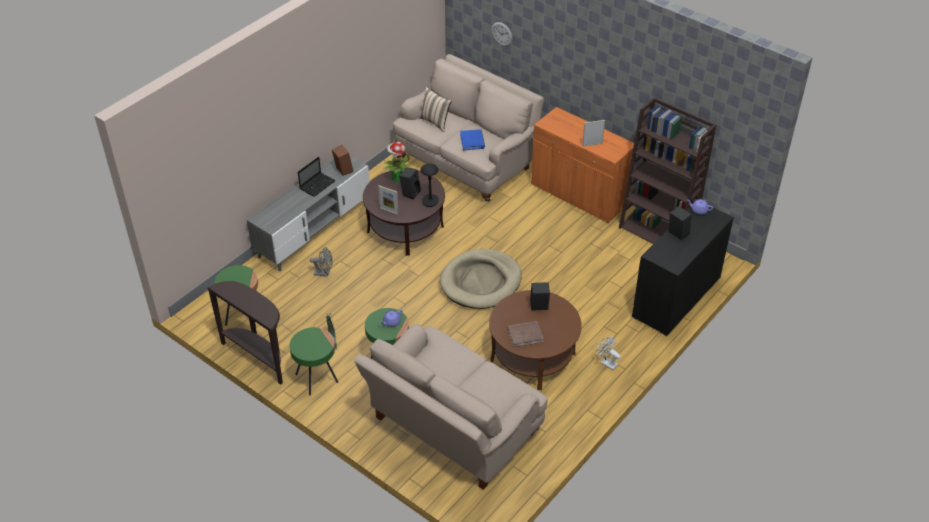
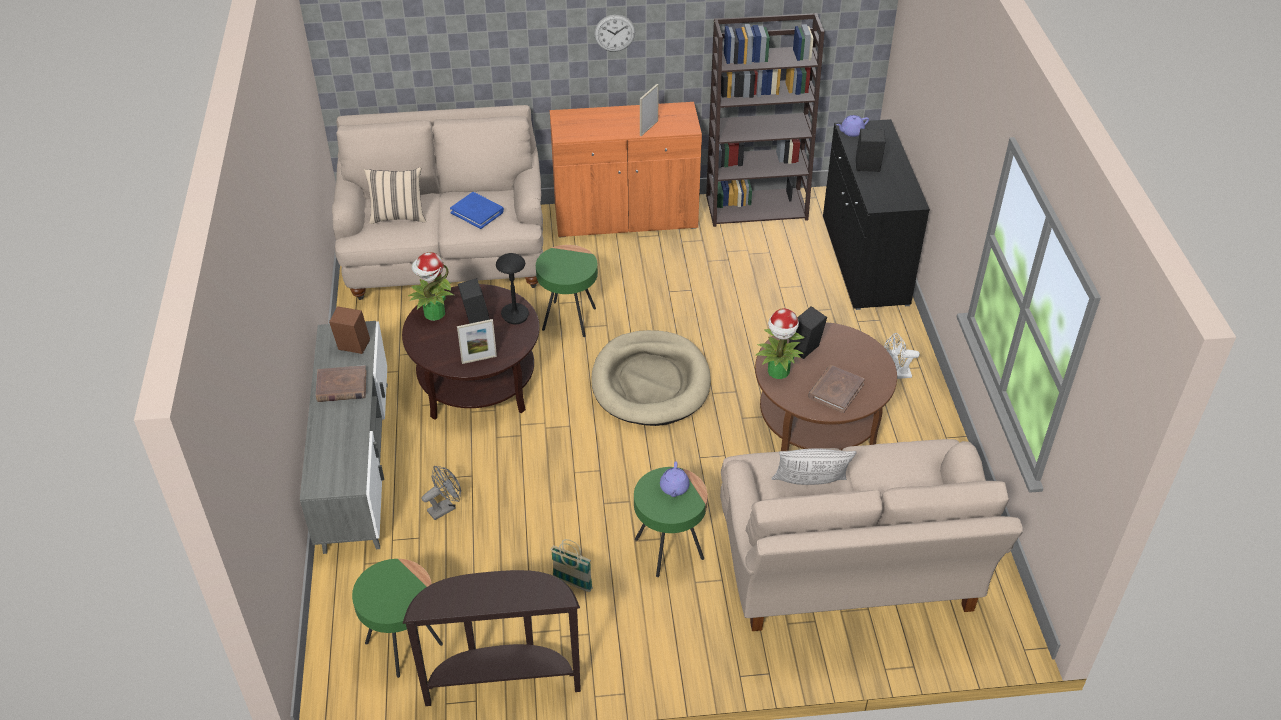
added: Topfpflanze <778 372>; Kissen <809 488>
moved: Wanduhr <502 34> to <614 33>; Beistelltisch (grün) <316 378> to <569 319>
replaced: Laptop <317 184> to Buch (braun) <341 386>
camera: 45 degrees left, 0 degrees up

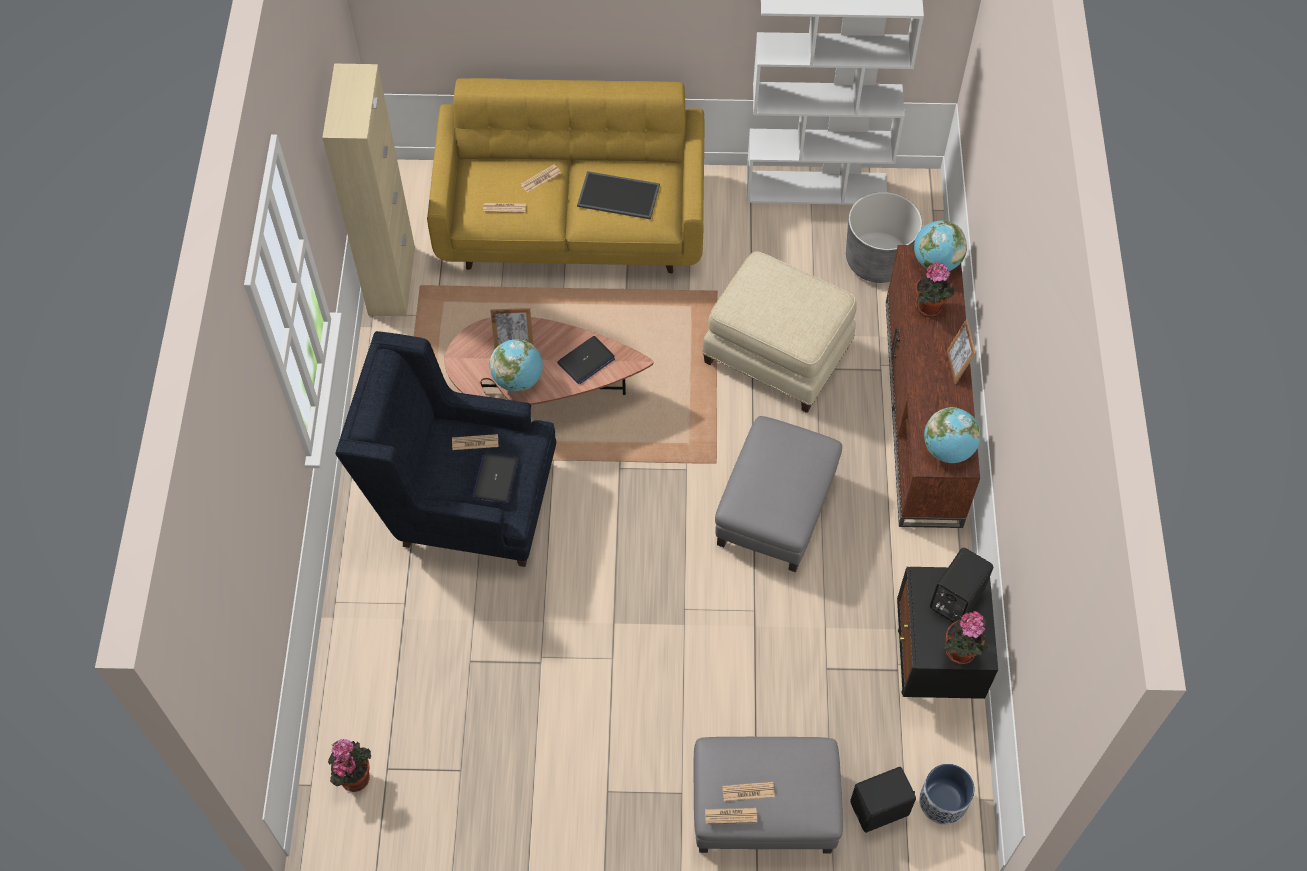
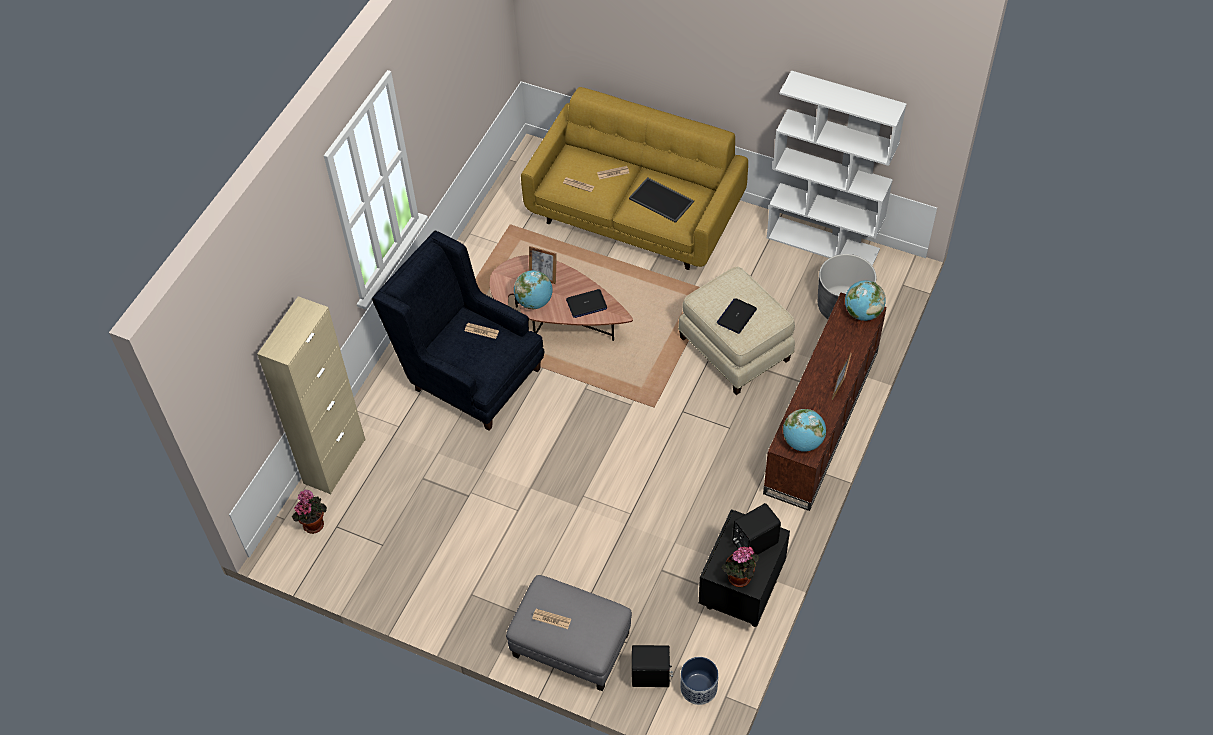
removed: Topfpflanze <930 308>; Polsterhocker (grau) <776 509>; Zeitung <731 816>
moved: Schrank (beige) <392 281> to <334 461>; Laptop <495 479> to <736 316>
camera: 25 degrees right, 5 degrees down

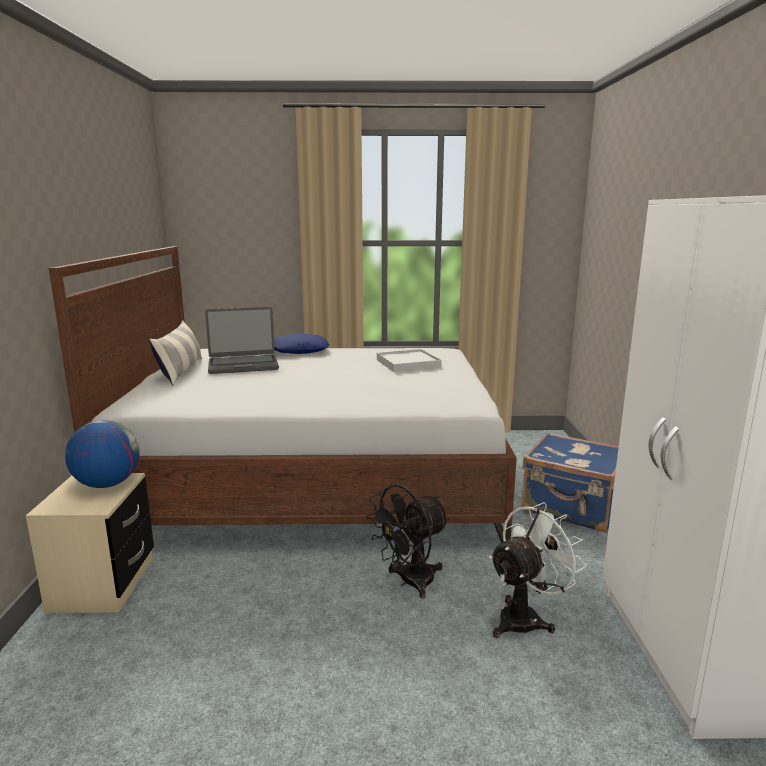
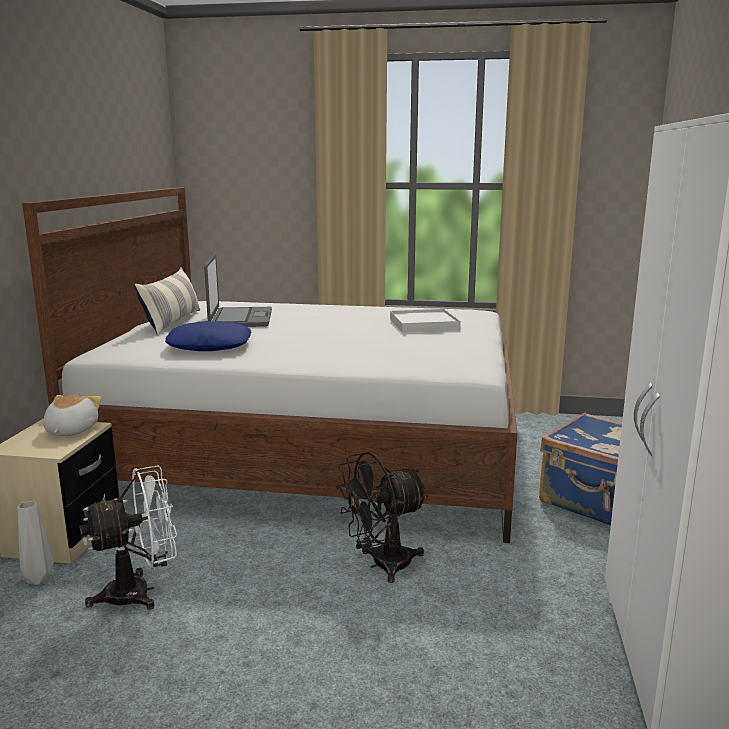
added: Vase (grau) <39 580>
moved: Kissen (blau) <300 351> to <210 346>; Ventilator (weiß) <526 617> to <140 592>
replaced: Globus <107 484> to Plüschtier <70 431>
turned: Laptop <243 365> = <240 319> 90 degrees counterclockwise
camera: 10 degrees right, 0 degrees up

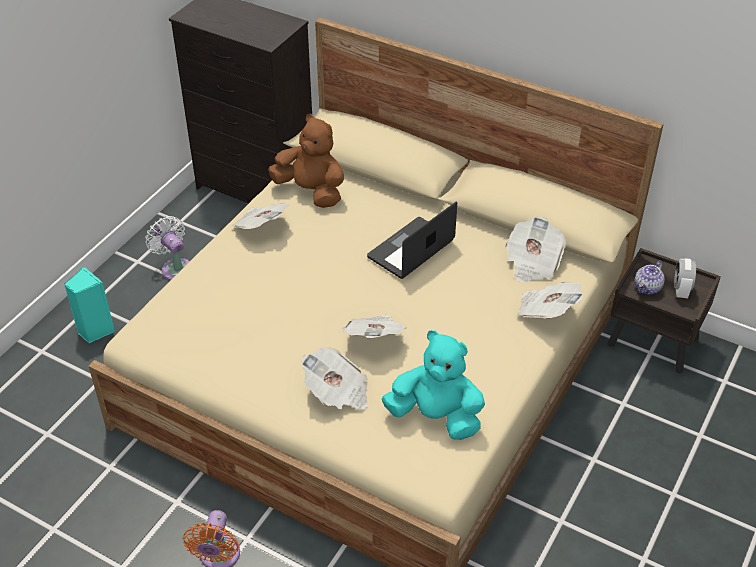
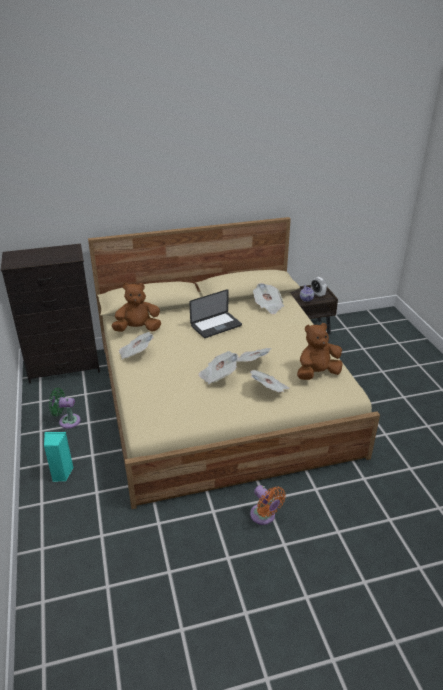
moved: Zeitung <546 311> to <218 376>
recoloured: Ventilator (weiß) <175 268> to Ventilator (grün) <67 421>; Plüschtier (türkis) <436 417> to Plüschtier (braun) <317 373>
turned: Laptop <411 249> = <216 326> 120 degrees counterclockwise
camera: 45 degrees left, 10 degrees down

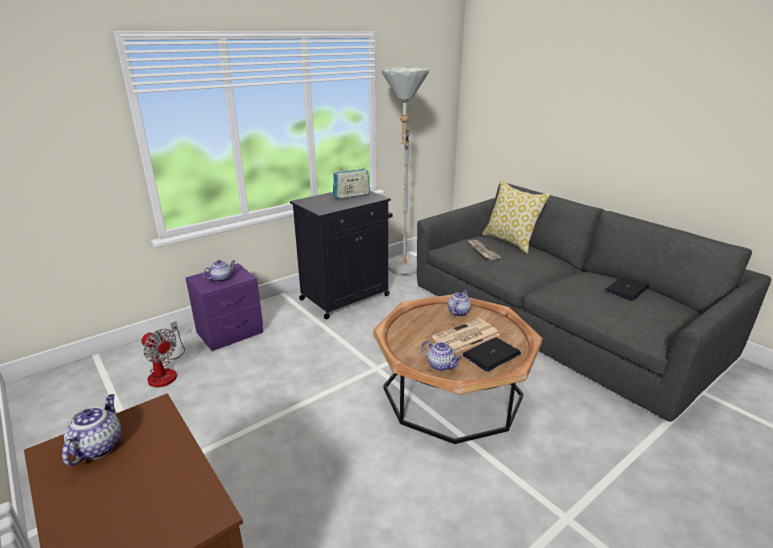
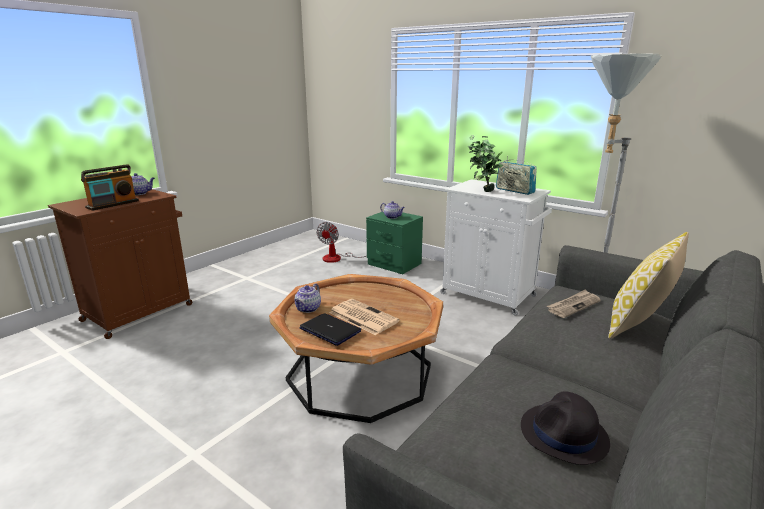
removed: Teekanne <458 312>
added: Topfpflanze <481 191>; Radio <113 204>
replaced: Laptop <626 289> to Hut (schwarz) <564 435>
recoloured: Schrank (schwarz) <346 297> to Schrank (weiß) <490 295>; Nachttisch (lila) <230 332> to Nachttisch (grün) <394 264>
camera: 75 degrees right, 5 degrees down

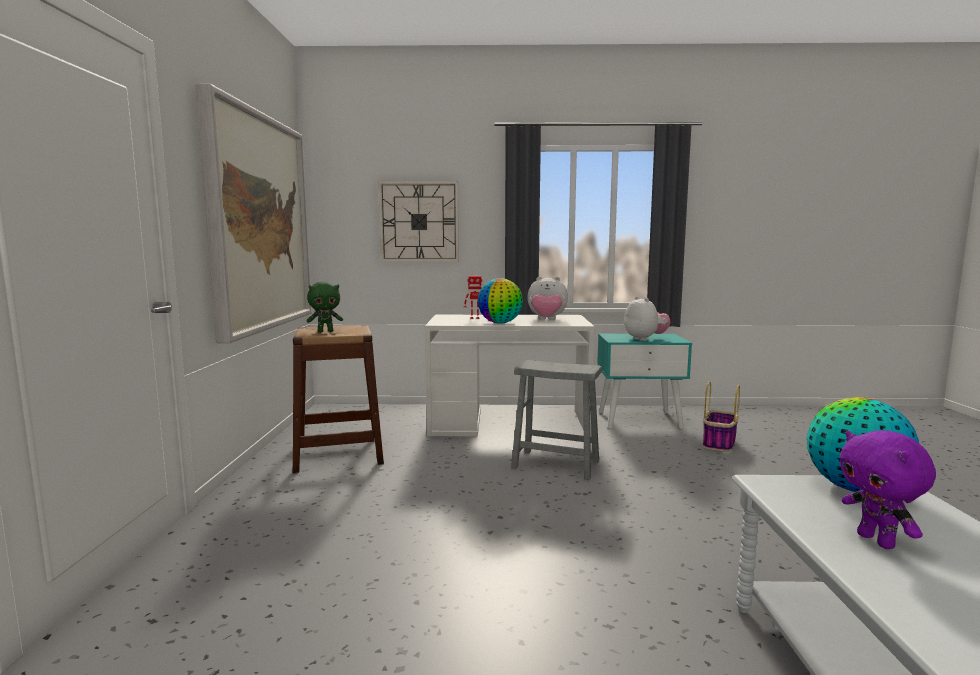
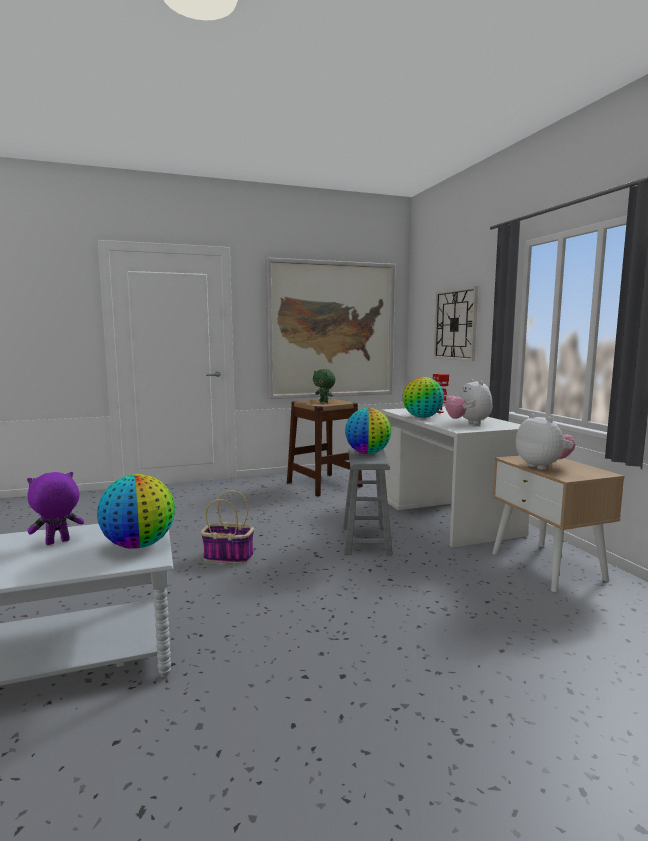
added: Globus <368 453>
moved: Korb <719 443> to <227 557>
recoloured: Nachttisch (türkis) <639 419> to Nachttisch (beige) <548 566>
turned: Plüschtier <645 339> = <543 466> 75 degrees counterclockwise
camera: 70 degrees right, 0 degrees up

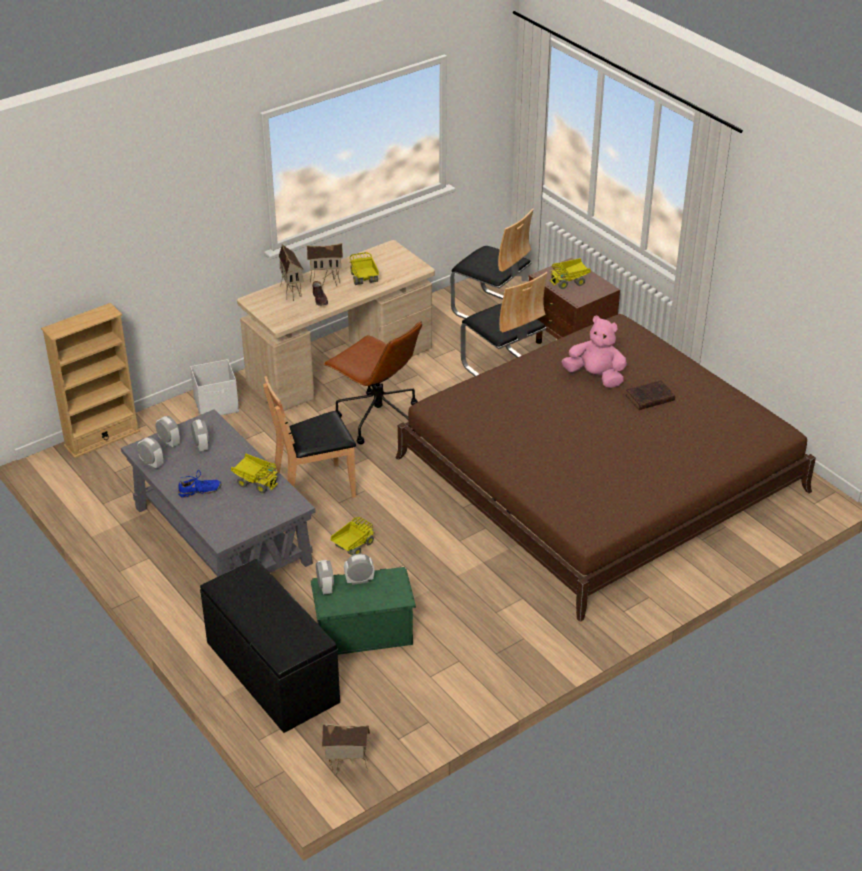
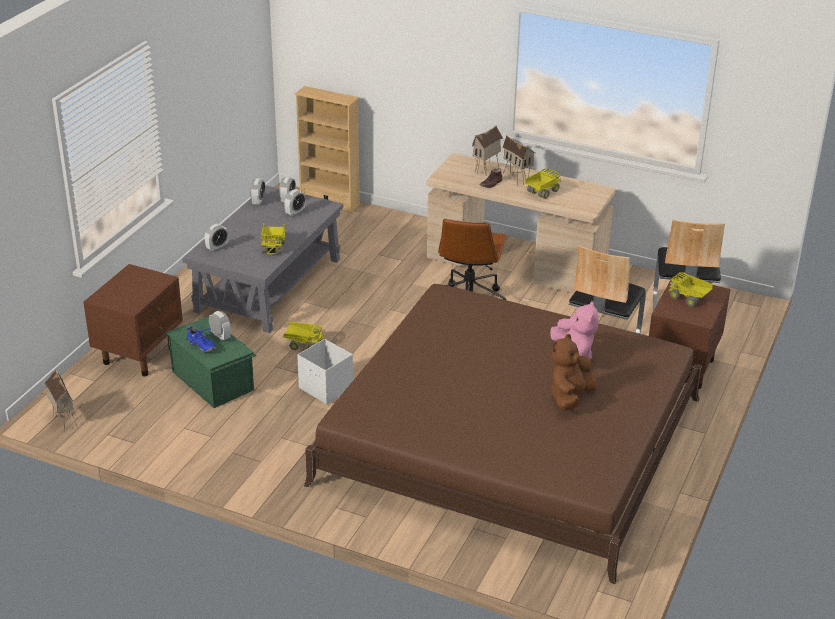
removed: Stuhl (braun) <315 489>
moved: Aufbewahrungsbox (weiß) <217 405> to <326 388>; Schuh (blau) <199 491> to <201 345>; Wecker <325 587> to <217 248>
replaced: Buch (braun) <648 398> to Plüschtier (braun) <570 398>; Bank (schwarz) <271 672> to Nachttisch (braun) <140 355>
camera: 60 degrees right, 5 degrees down

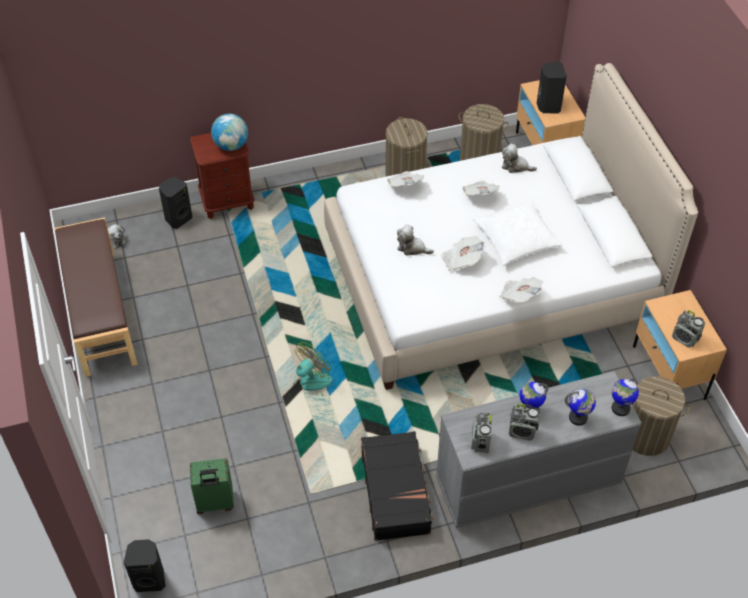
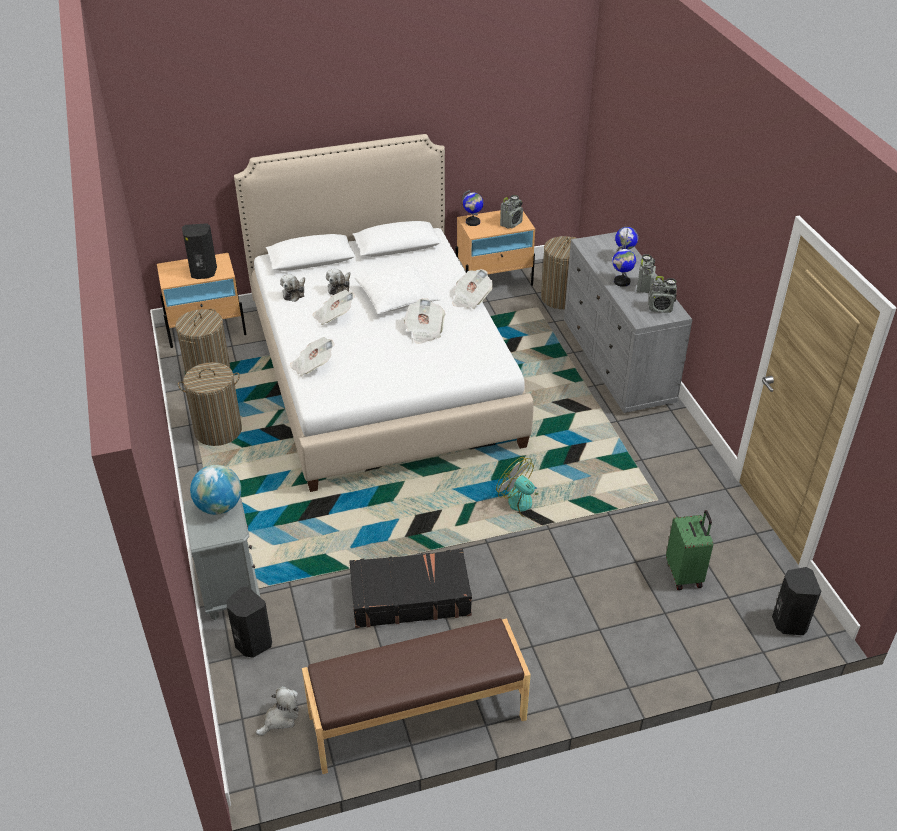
moved: Plüschtier <412 248> to <339 288>; Globus <620 408> to <473 222>; Koffer (schwarz) <396 491> to <409 597>
recoloured: Nachttisch (braun) <227 202> to Nachttisch (grau) <230 591>
camera: 90 degrees left, 10 degrees down

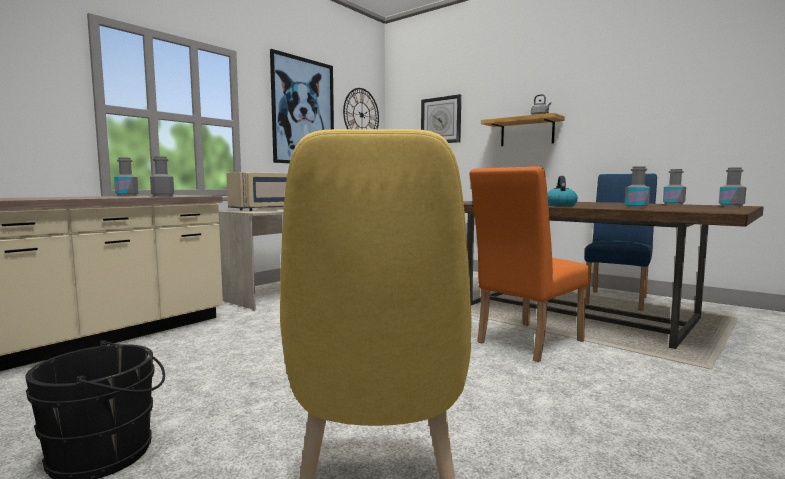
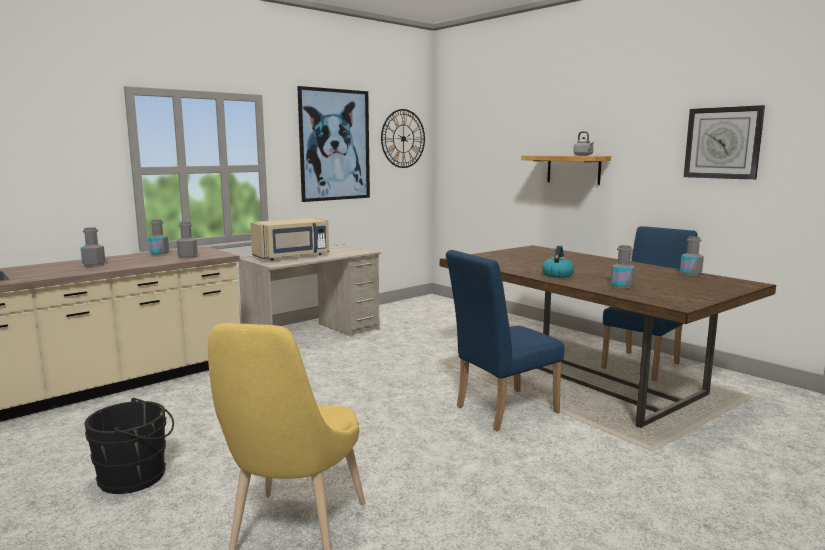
moved: Wanduhr <441 120> to <723 143>; Flasche (grau) <731 206> to <94 265>
recoloured: Stuhl (orange) <525 343> to Stuhl (blau) <500 410>
camera: 10 degrees right, 5 degrees up

